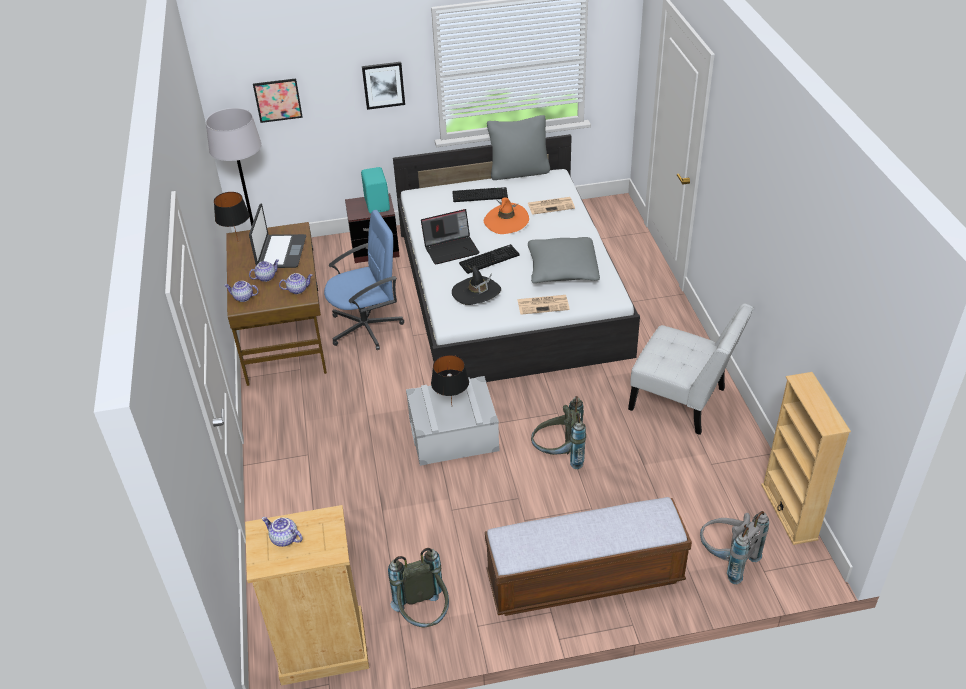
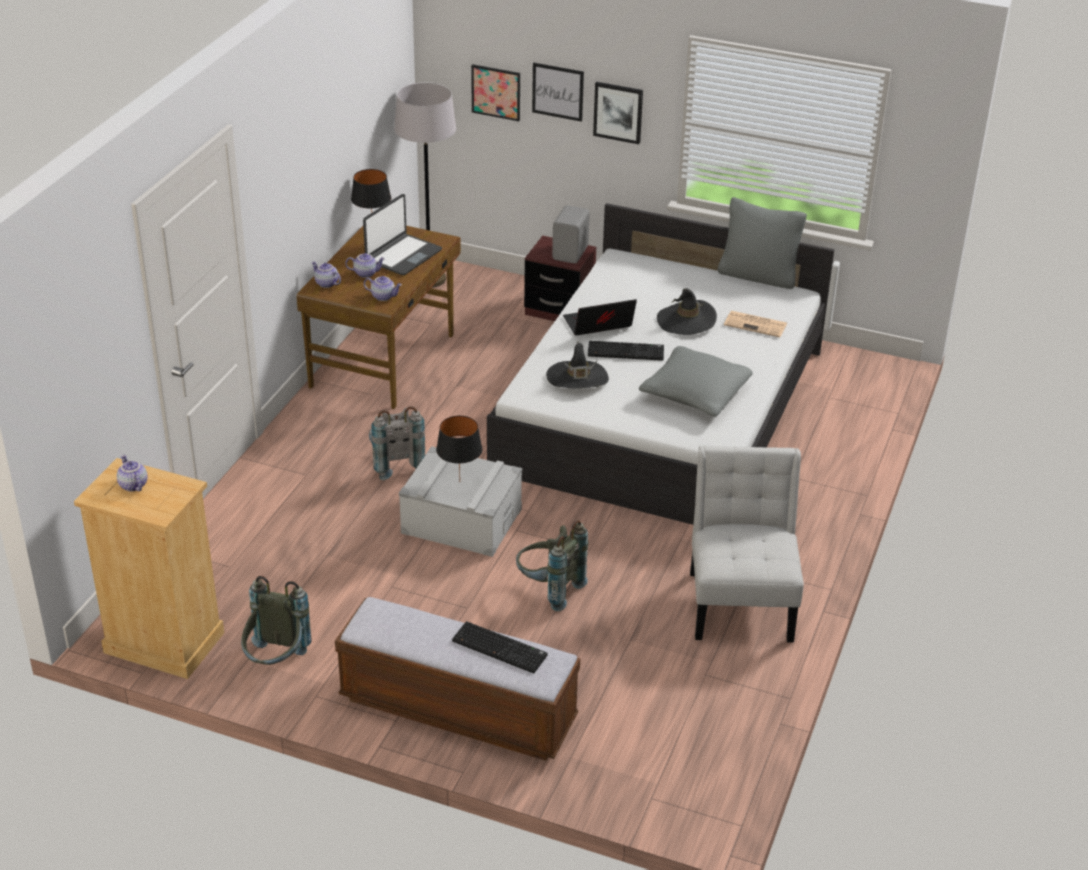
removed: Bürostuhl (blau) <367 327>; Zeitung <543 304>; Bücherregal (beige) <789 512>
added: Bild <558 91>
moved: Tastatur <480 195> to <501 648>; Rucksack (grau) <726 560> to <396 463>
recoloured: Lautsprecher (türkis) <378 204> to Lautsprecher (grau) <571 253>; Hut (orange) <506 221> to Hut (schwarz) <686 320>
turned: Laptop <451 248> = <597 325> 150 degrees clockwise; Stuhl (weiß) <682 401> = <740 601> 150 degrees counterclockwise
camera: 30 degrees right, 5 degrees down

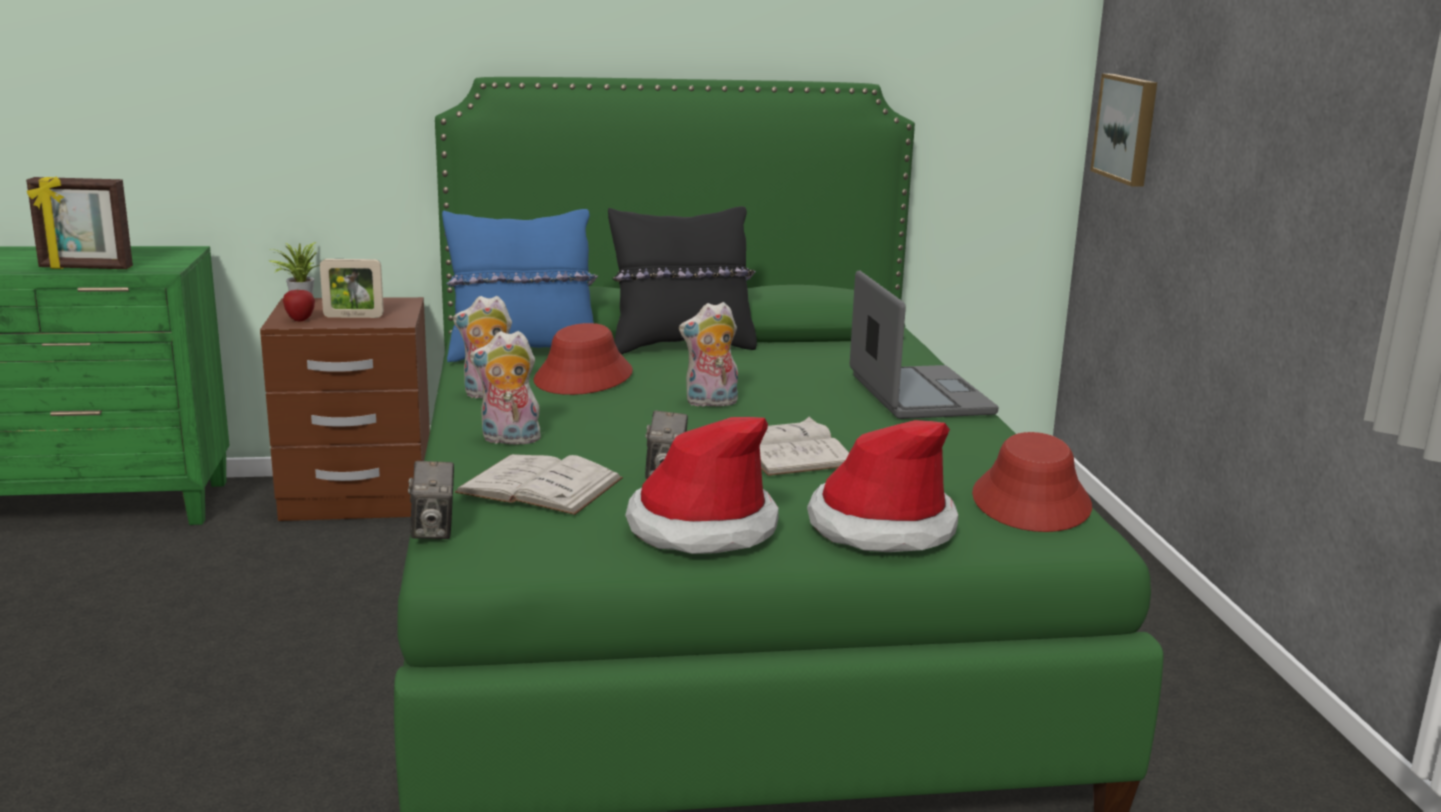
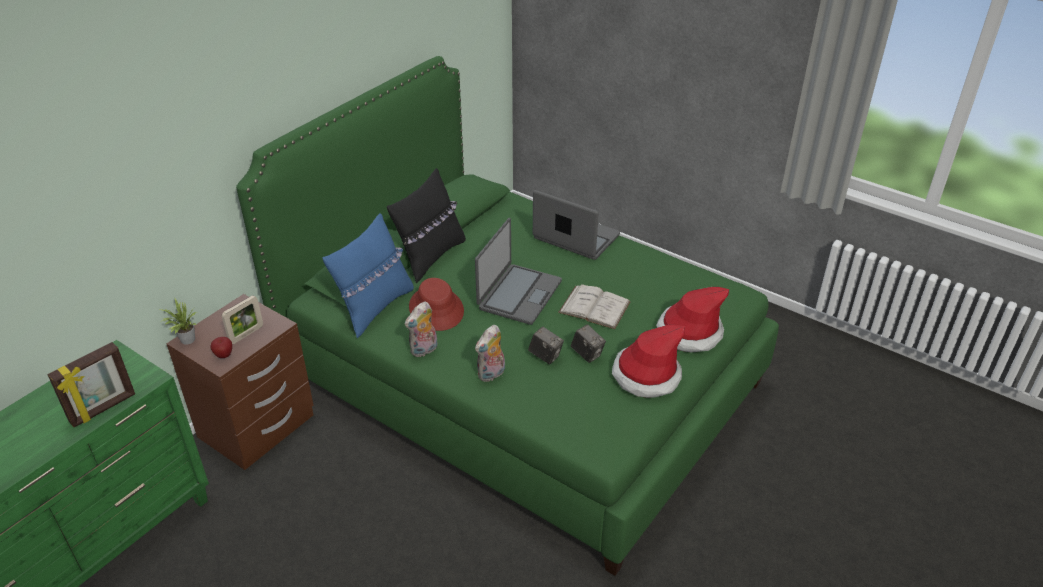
removed: Bild <1128 128>; Hut (rot) <1031 502>; Buch (weiß) <540 485>
moved: Kamera <433 530> to <545 356>
replaced: Plüschtier <710 403> to Laptop <519 295>
camera: 45 degrees left, 20 degrees up

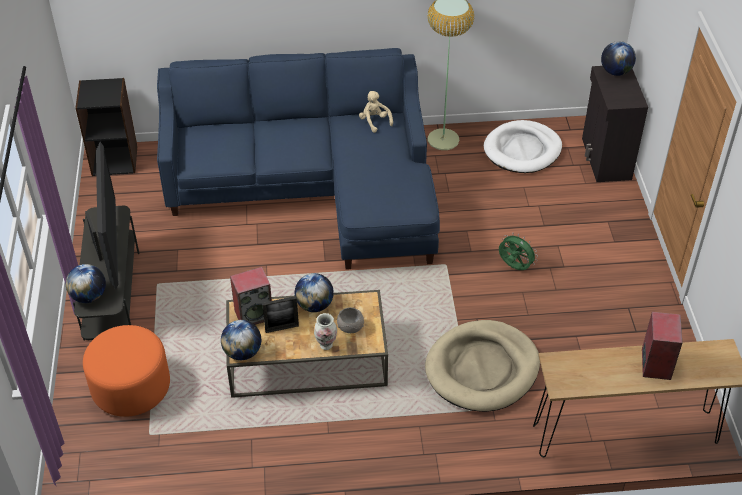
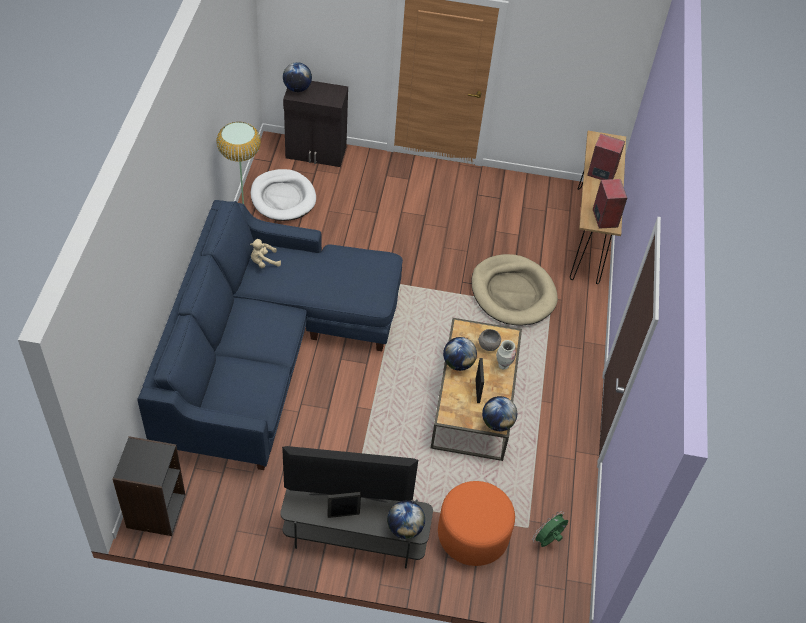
moved: Ventilator (grün) <514 267> to <548 540>; Lautsprecher <254 314> to <604 218>
camera: 80 degrees left, 5 degrees up

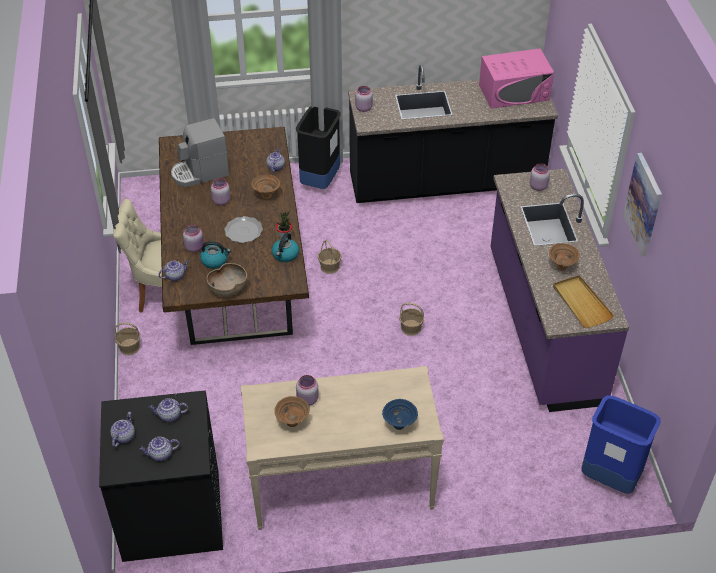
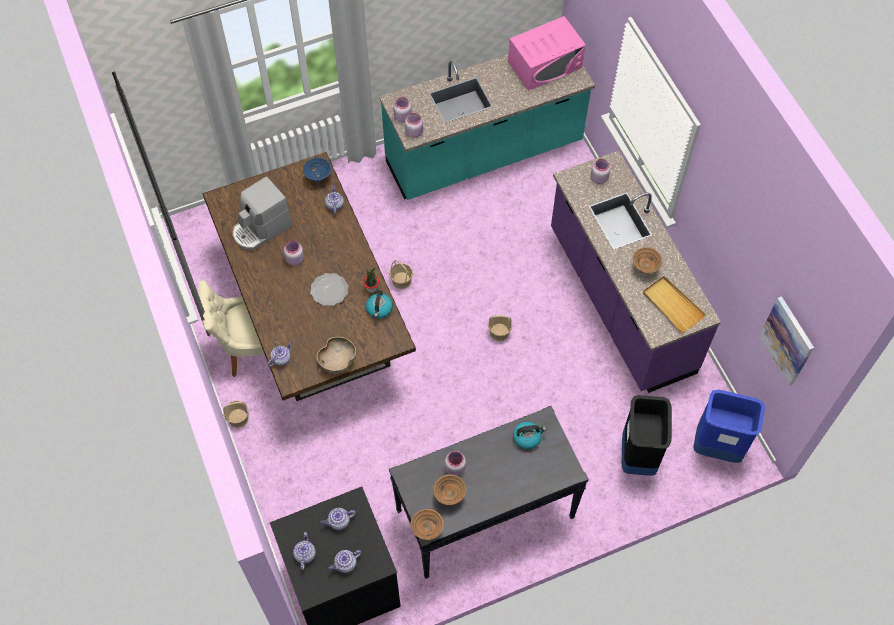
moved: Mülleimer (schwarz) <320 181> to <638 456>; Bild <644 204> to <787 340>; Schüssel (braun) <266 196> to <427 530>; Vorratsglas (rosa) <195 247> to <414 132>; Wasserkessel <215 260> to <527 437>; Schüssel (blau) <399 425> to <319 178>
recoloured: Küchenzeile (schwarz) <445 182> to Küchenzeile (türkis) <484 155>; Konsolentisch (beige) <340 485> to Konsolentisch (schwarz) <484 514>
camera: 15 degrees left, 15 degrees up

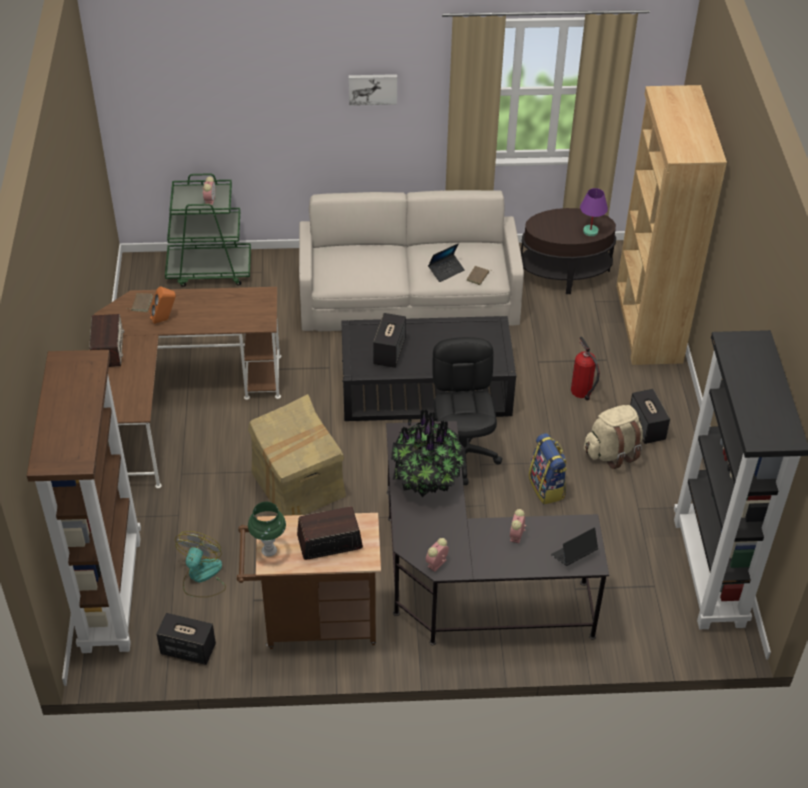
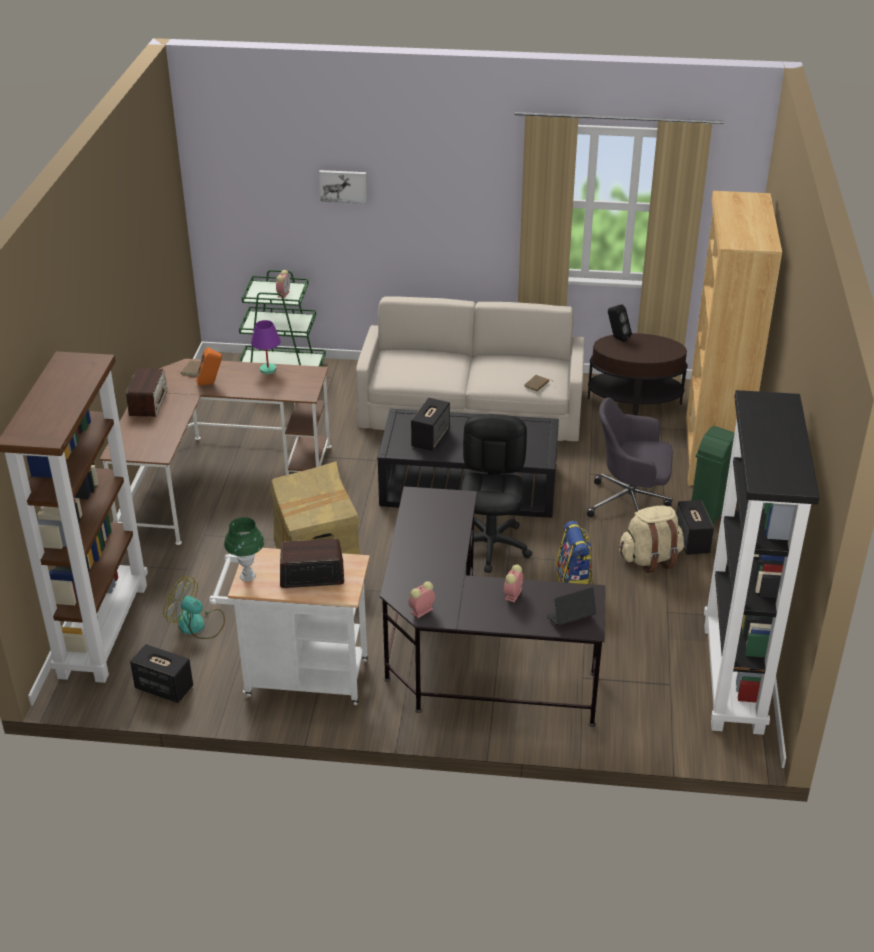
removed: Laptop <446 270>; Topfpflanze <427 479>
added: Lautsprecher (schwarz) <617 338>; Mülleimer (grün) <708 510>
moved: Bild <372 88> to <343 186>; Tischlampe (lila) <591 231> to <268 369>
replaced: Feuerlöscher <582 392> to Bürostuhl (grau) <630 504>
recoloured: Rollwagen (braun) <313 622> to Rollwagen (weiß) <298 678>
turned: Ventilator <202 577> = <197 625> 90 degrees counterclockwise
camera: 10 degrees right, 10 degrees down

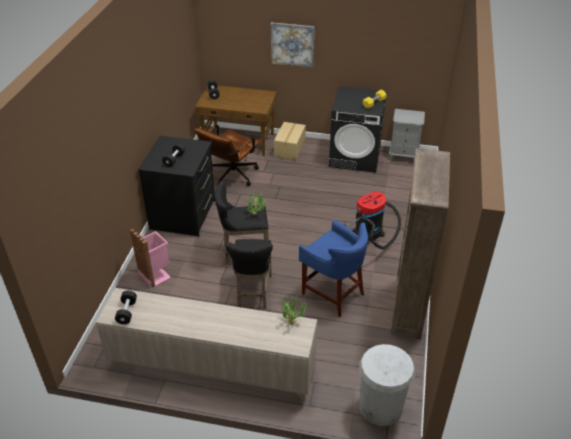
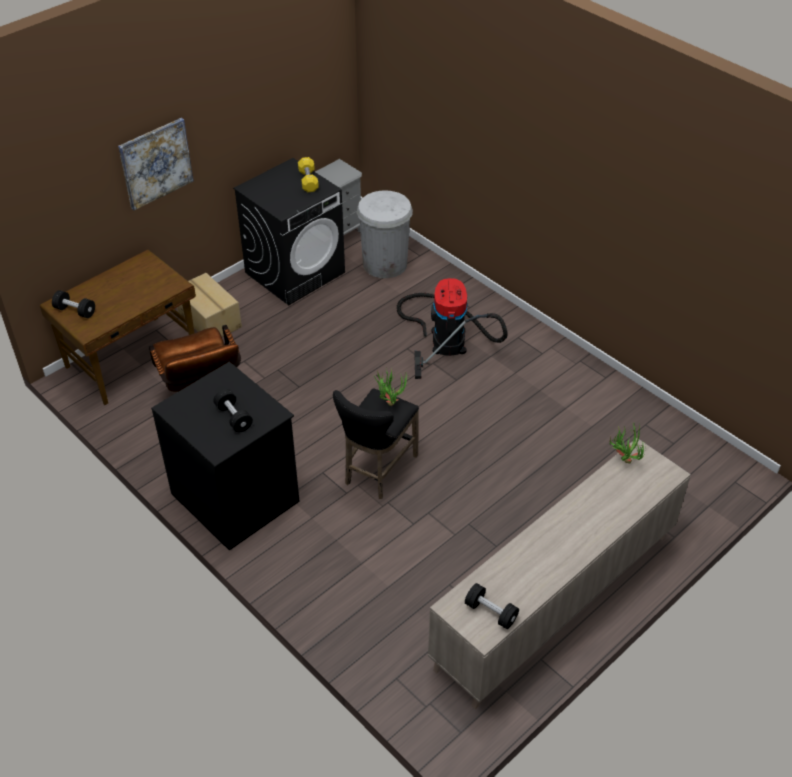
removed: Bücherregal (braun) <408 308>; Hocker (blau) <333 293>; Mülleimer (rosa) <155 274>; Hocker (schwarz) <253 293>
moved: Mülleimer (weiß) <380 407> to <385 264>
camera: 55 degrees left, 5 degrees up

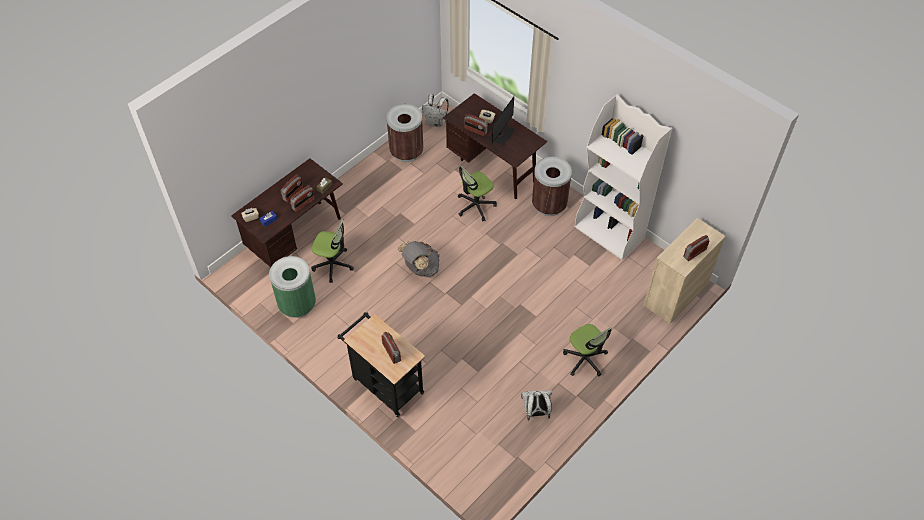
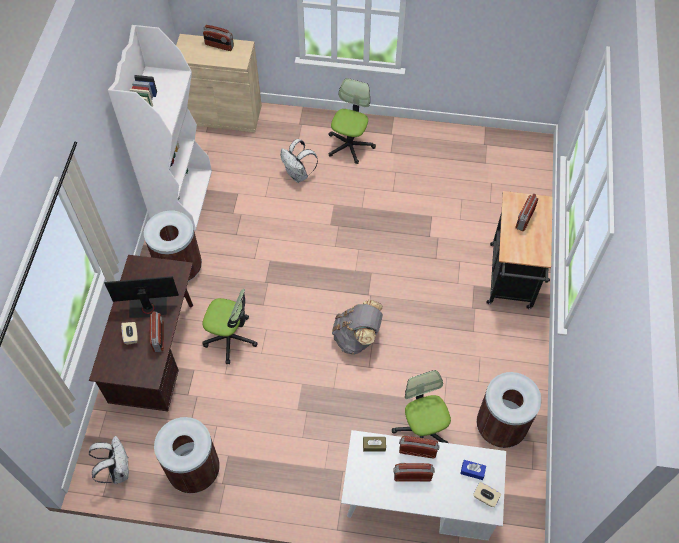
moved: Rucksack (weiß) <536 413> to <298 175>
recoloured: Schreibtisch (braun) <296 236> to Schreibtisch (weiß) <417 503>; Mülleimer (grün) <297 304> to Mülleimer (braun) <500 427>
camera: 125 degrees left, 5 degrees up

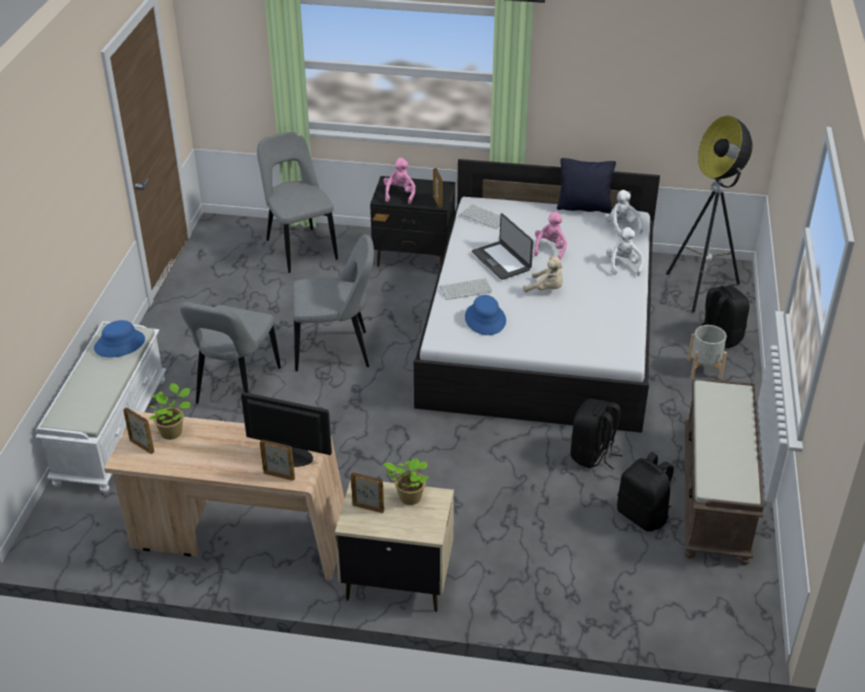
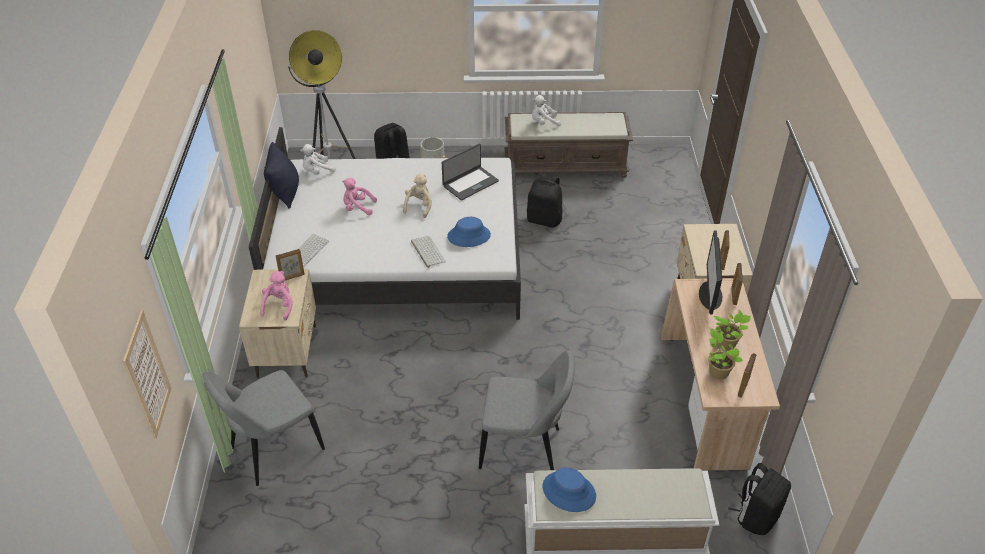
removed: Stuhl (grau) <336 351>
added: Bild <147 375>
moved: Laptop <502 260> to <470 183>; Plüschtier (weiß) <623 265> to <543 122>; Rucksack (schwarz) <643 515> to <757 516>; Topfpflanze <408 498> to <727 345>
recoloured: Nachttisch (schwarz) <414 256> to Nachttisch (beige) <287 351>
turned: Plüschtier (rosa) <399 194> = <279 306> 105 degrees clockwise
camera: 100 degrees left, 5 degrees up

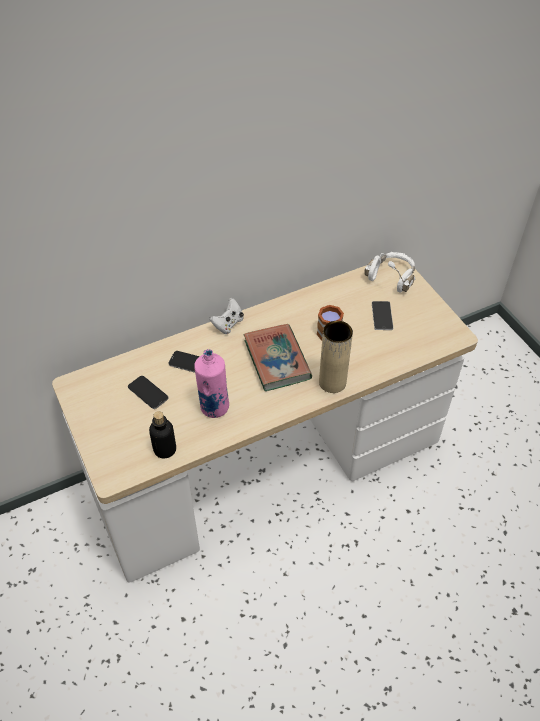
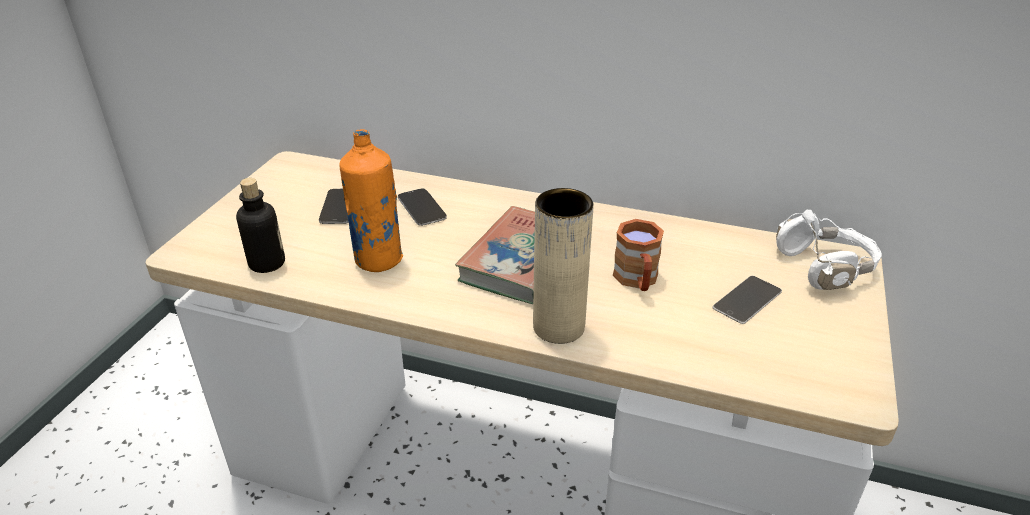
removed: Gamepad (weiß) <228 324>
recoloured: Flasche (rosa) <214 407> to Flasche (orange) <378 260>
camera: 45 degrees right, 15 degrees down

